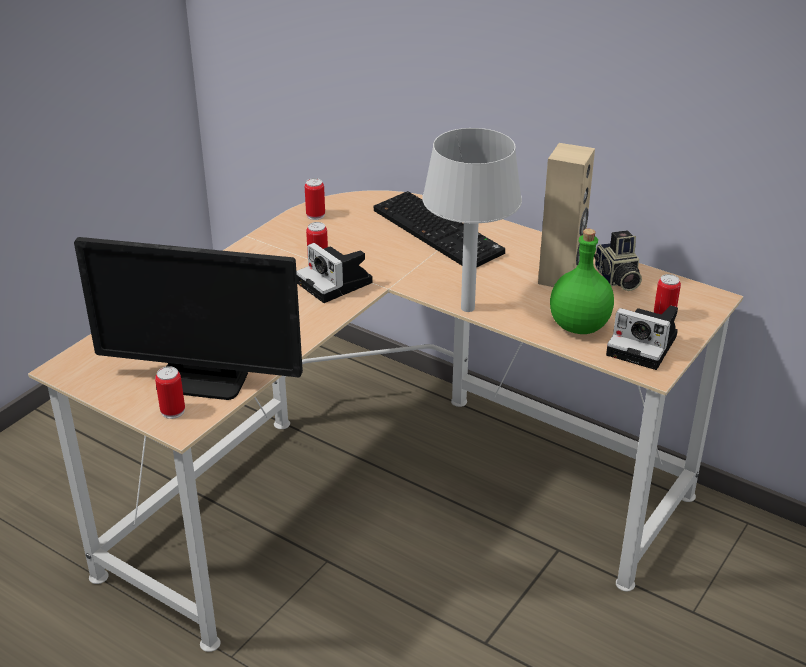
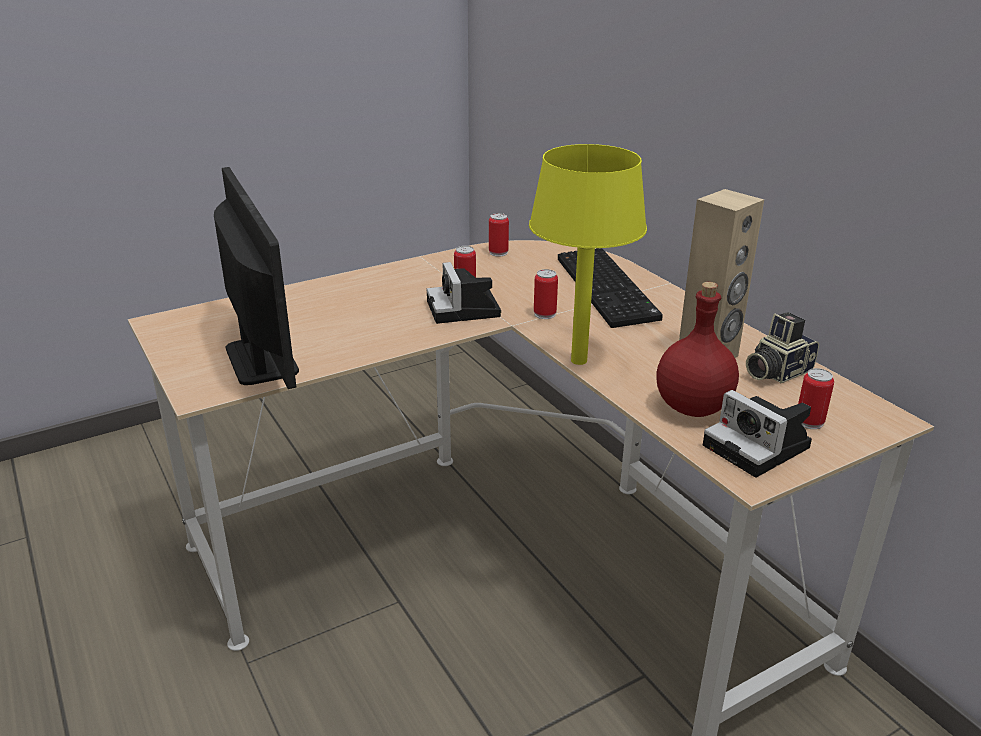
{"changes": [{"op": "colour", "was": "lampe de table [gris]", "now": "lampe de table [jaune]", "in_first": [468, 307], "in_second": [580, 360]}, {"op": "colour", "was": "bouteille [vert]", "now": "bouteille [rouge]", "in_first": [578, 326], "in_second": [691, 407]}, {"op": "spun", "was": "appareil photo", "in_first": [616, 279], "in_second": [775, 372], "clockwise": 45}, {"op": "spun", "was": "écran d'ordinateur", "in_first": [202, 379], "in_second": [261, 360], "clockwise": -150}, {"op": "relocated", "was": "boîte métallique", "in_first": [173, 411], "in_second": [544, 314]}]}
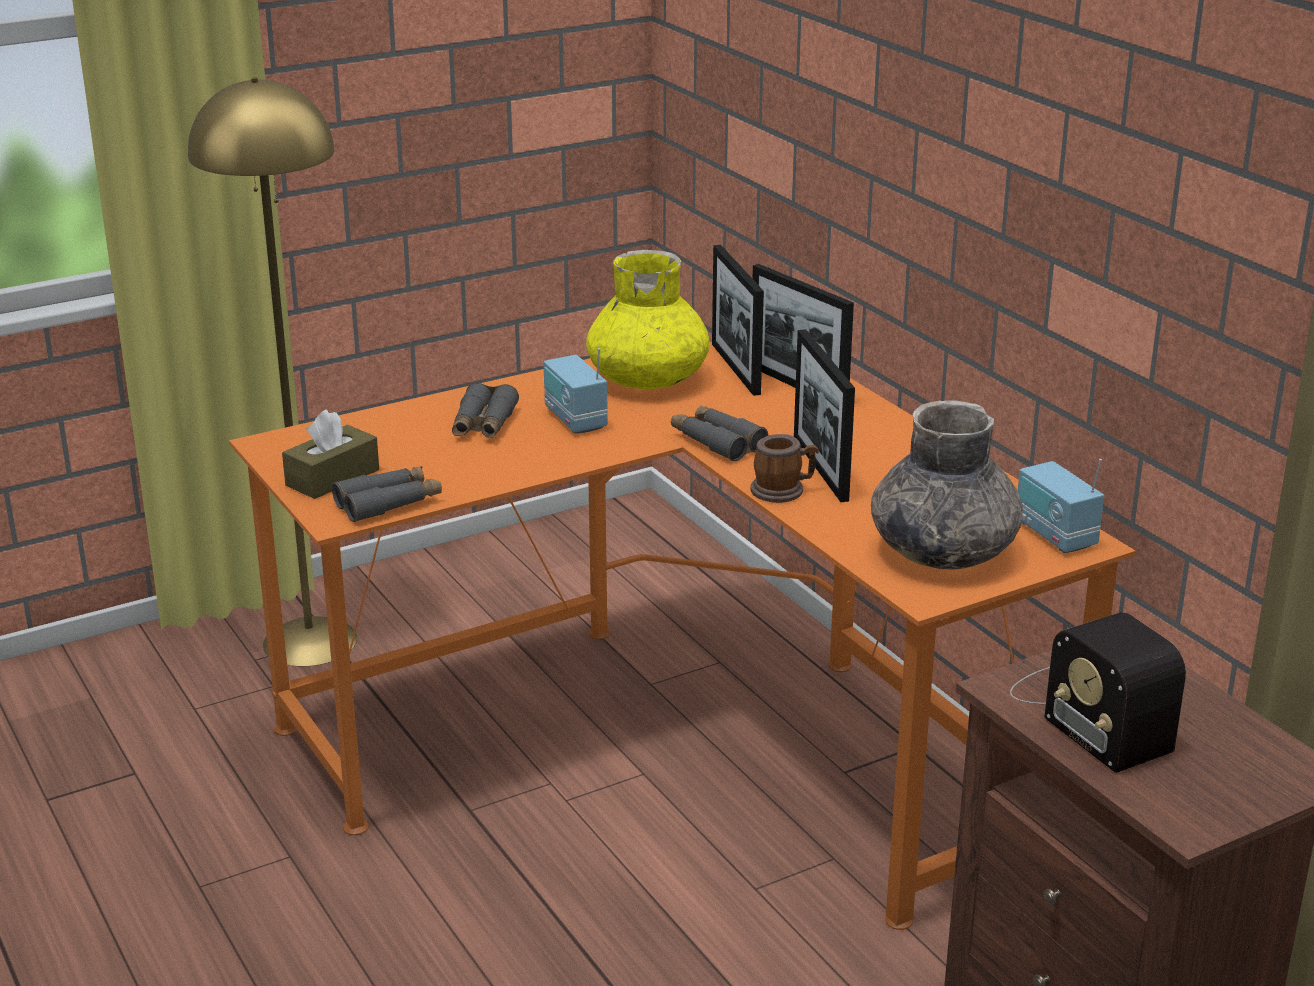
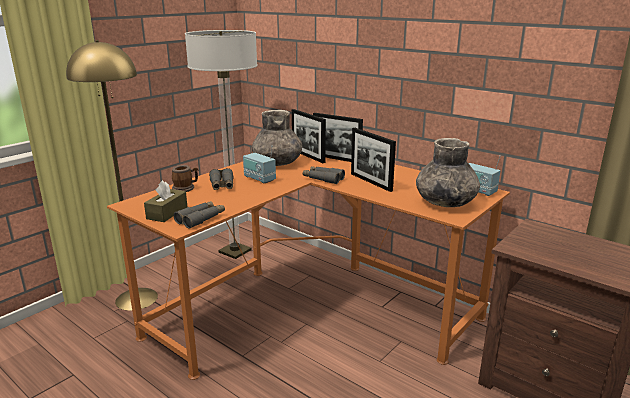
{"changes": [{"op": "colour", "was": "vase [jaune]", "now": "vase [gris]", "in_first": [648, 379], "in_second": [277, 163]}, {"op": "relocated", "was": "mug", "in_first": [783, 490], "in_second": [186, 188]}, {"op": "missing", "was": "radio", "in_first": [1088, 712]}, {"op": "appeared", "now": "lampadaire", "in_second": [235, 251]}]}
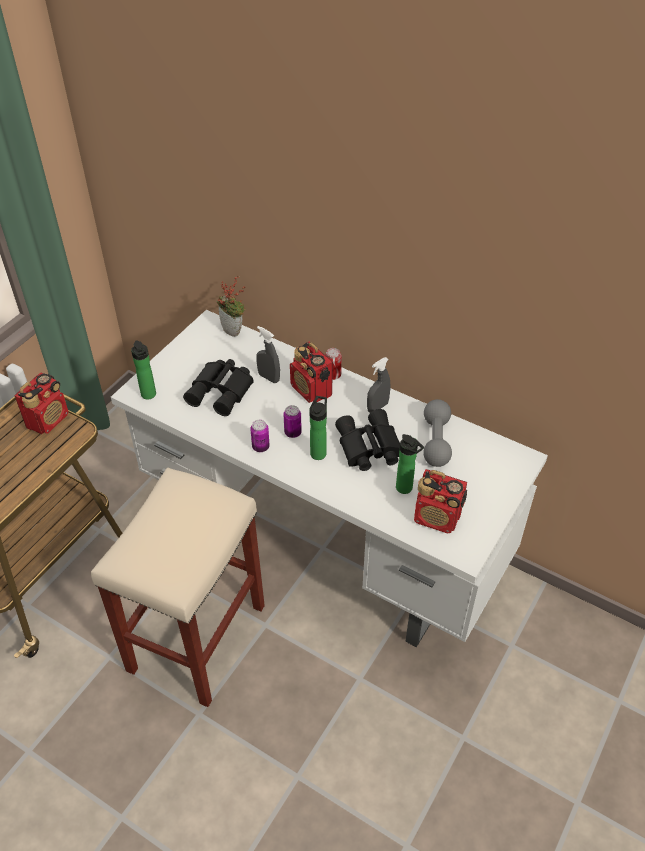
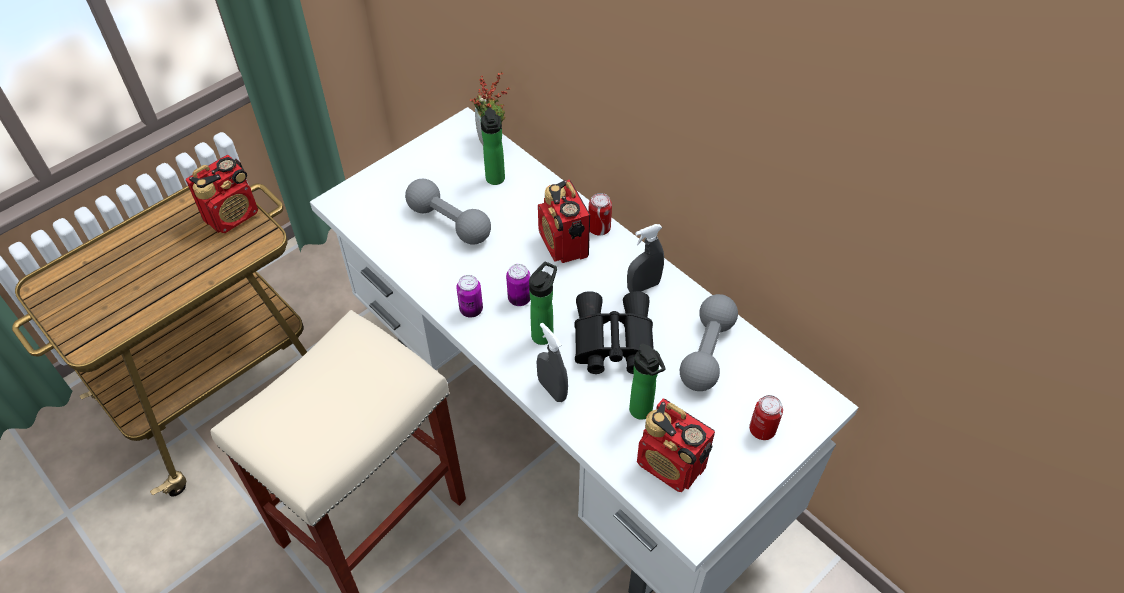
{"changes": [{"op": "relocated", "was": "vaporisateur [gris]", "in_first": [269, 377], "in_second": [552, 389]}, {"op": "relocated", "was": "bouteille", "in_first": [149, 396], "in_second": [495, 180]}, {"op": "exchanged", "was": "jumelles [noir]", "now": "haltère [gris]", "in_first": [222, 391], "in_second": [449, 222]}, {"op": "appeared", "now": "boîte métallique", "in_second": [762, 429]}]}
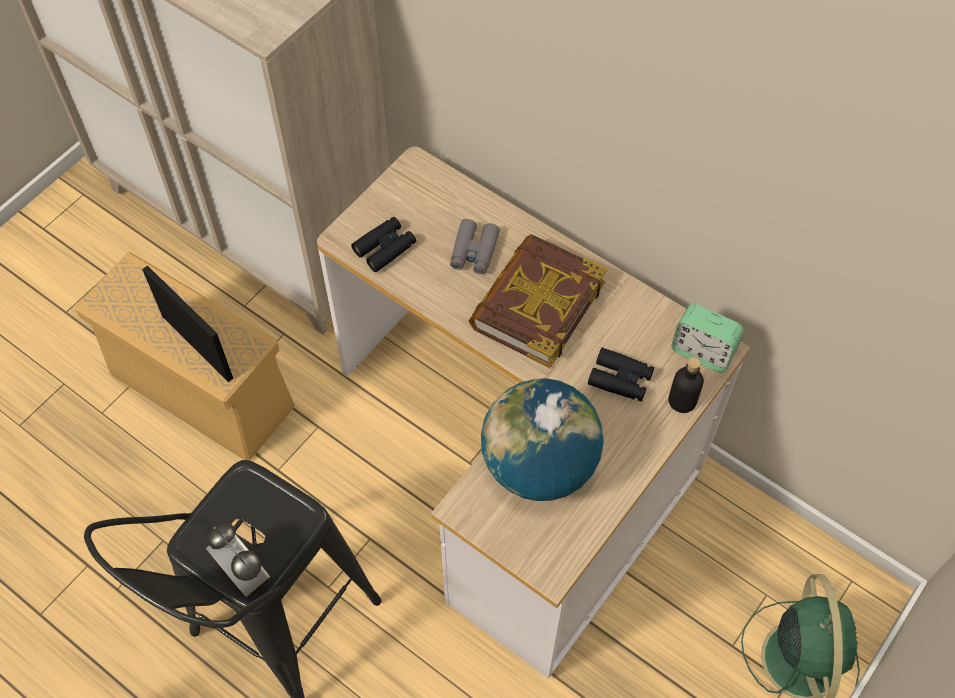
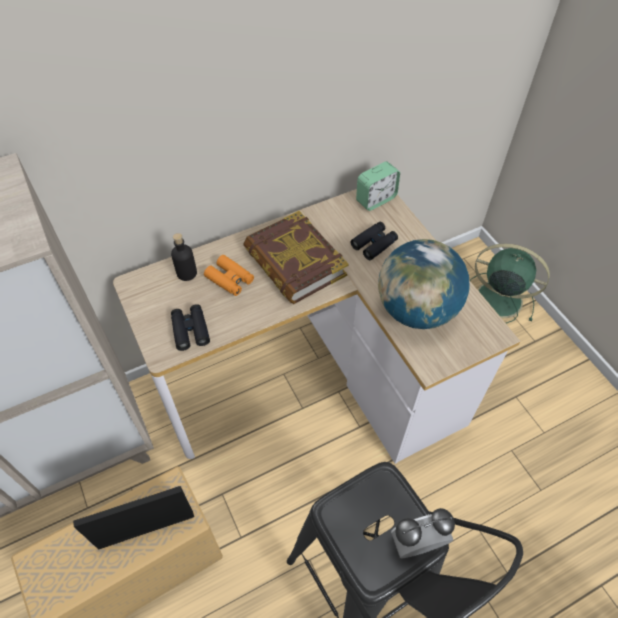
{"changes": [{"op": "colour", "was": "jumelles [gris]", "now": "jumelles [orange]", "in_first": [474, 251], "in_second": [230, 279]}, {"op": "relocated", "was": "bouteille [noir]", "in_first": [682, 400], "in_second": [186, 273]}]}
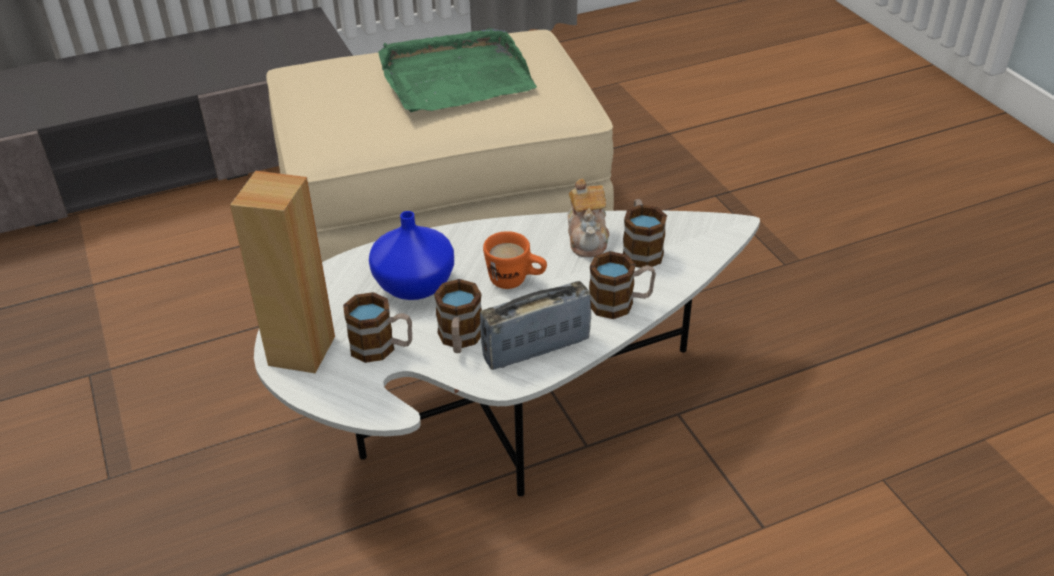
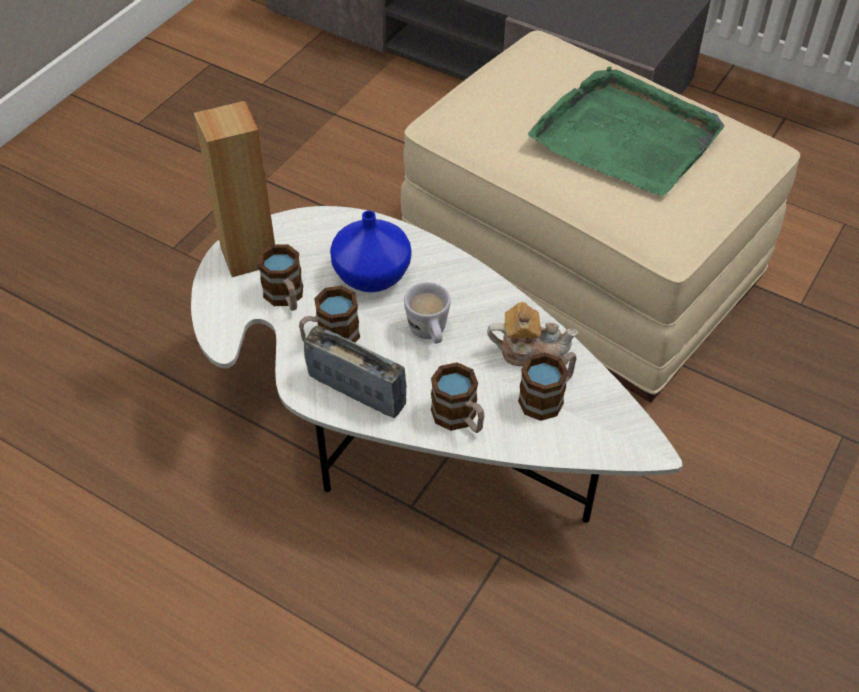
{"changes": [{"op": "spun", "was": "théière", "in_first": [588, 238], "in_second": [530, 352], "clockwise": -135}, {"op": "colour", "was": "mug [orange]", "now": "mug [blanc]", "in_first": [516, 281], "in_second": [429, 334]}]}
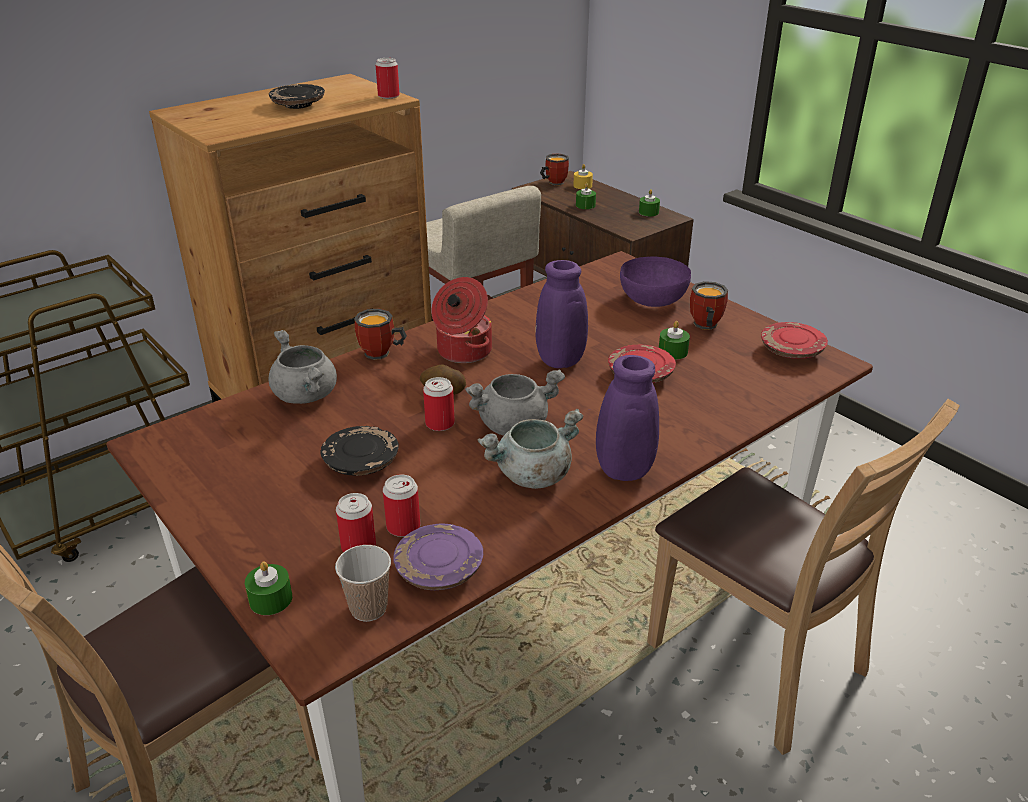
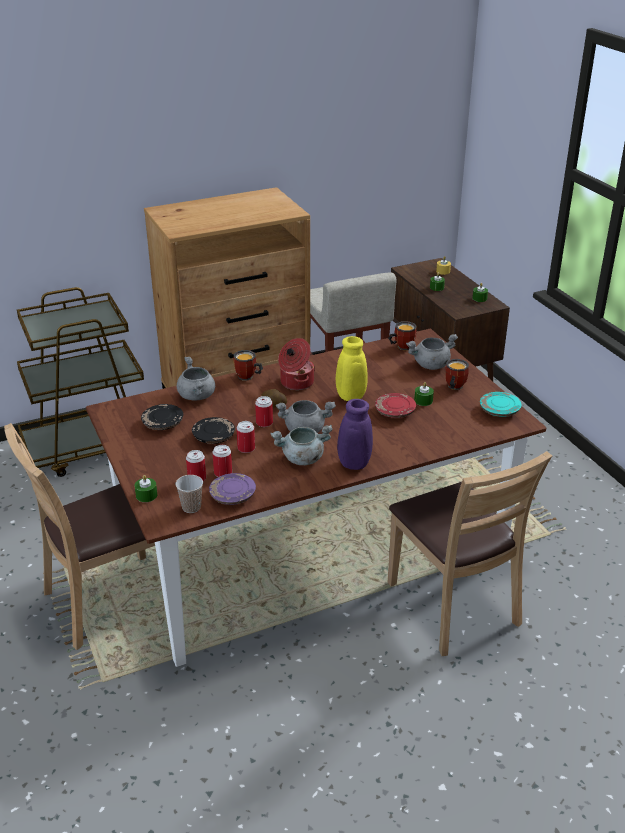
{"changes": [{"op": "relocated", "was": "boîte métallique", "in_first": [388, 96], "in_second": [246, 448]}, {"op": "relocated", "was": "assiette [noir]", "in_first": [298, 105], "in_second": [163, 424]}, {"op": "relocated", "was": "mug", "in_first": [553, 182], "in_second": [401, 346]}, {"op": "exchanged", "was": "bol [violet]", "now": "marmite [gris]", "in_first": [652, 300], "in_second": [430, 365]}, {"op": "colour", "was": "vase [violet]", "now": "vase [jaune]", "in_first": [559, 363], "in_second": [349, 398]}, {"op": "colour", "was": "assiette [rouge]", "now": "assiette [turquoise]", "in_first": [791, 351], "in_second": [499, 411]}]}
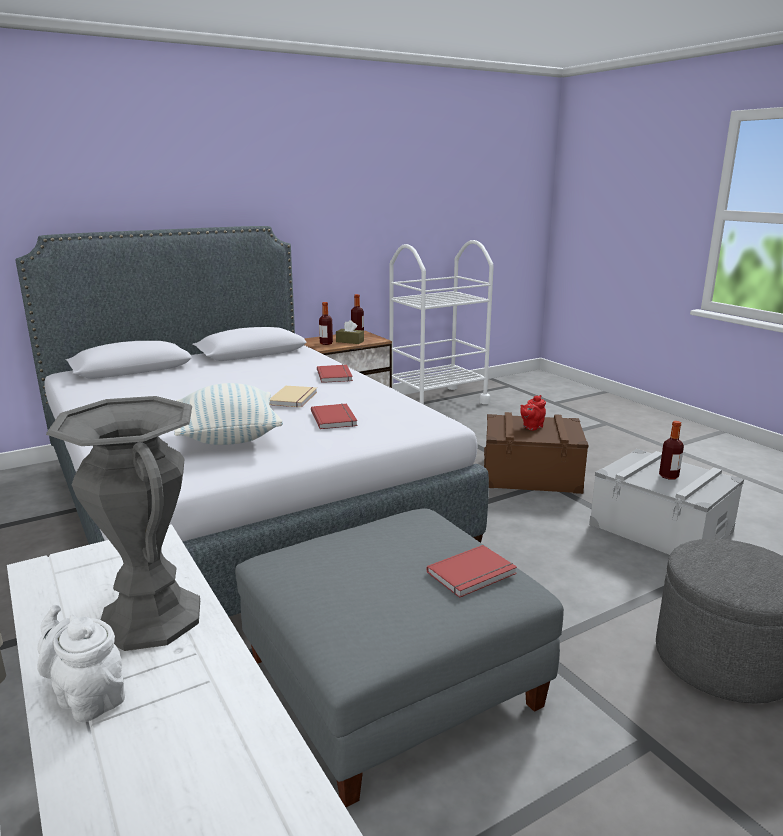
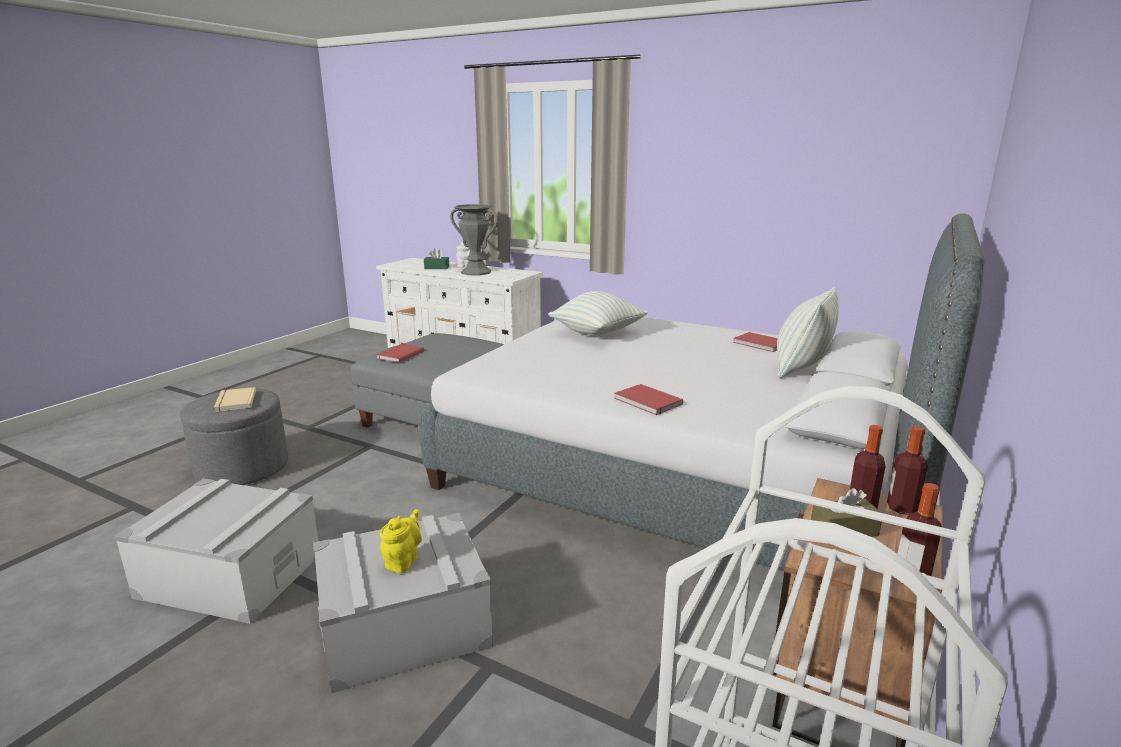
{"changes": [{"op": "relocated", "was": "livre [beige]", "in_first": [295, 398], "in_second": [234, 401]}, {"op": "colour", "was": "théière [rouge]", "now": "théière [jaune]", "in_first": [531, 427], "in_second": [403, 561]}, {"op": "relocated", "was": "livre [rouge]", "in_first": [335, 418], "in_second": [760, 344]}, {"op": "colour", "was": "boîte de rangement [marron]", "now": "boîte de rangement [gris]", "in_first": [531, 474], "in_second": [404, 627]}, {"op": "relocated", "was": "bouteille", "in_first": [668, 476], "in_second": [901, 508]}, {"op": "appeared", "now": "boîte à mouchoirs [vert]", "in_second": [437, 268]}, {"op": "appeared", "now": "coussin", "in_second": [801, 368]}]}
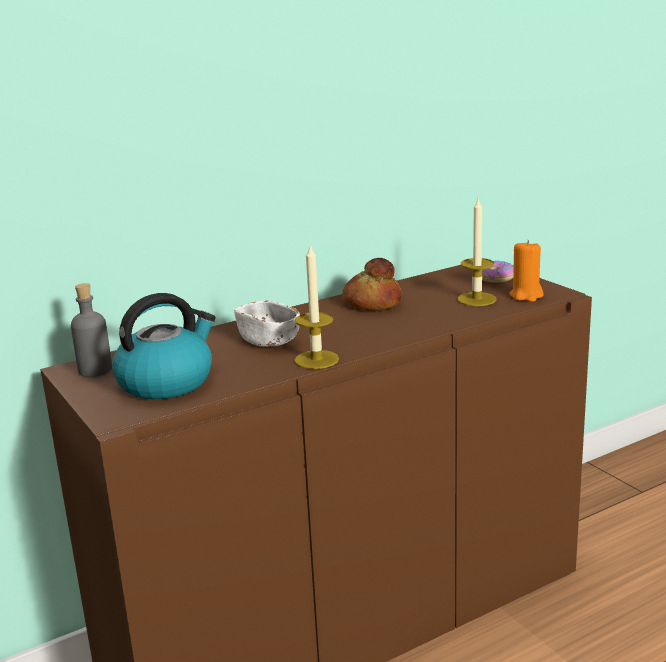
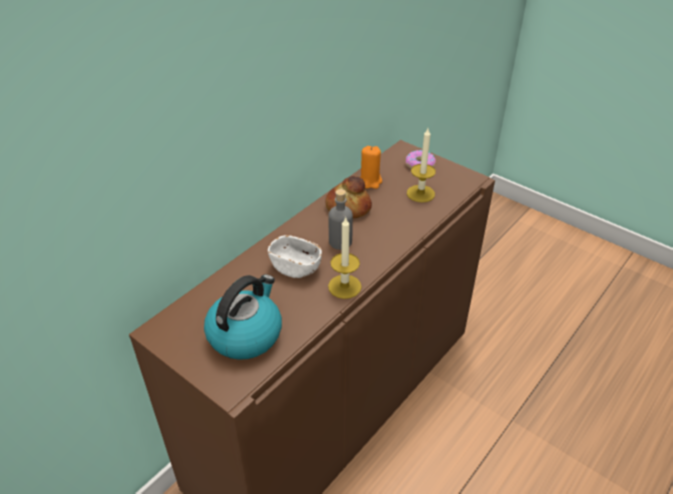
{"changes": [{"op": "relocated", "was": "bougie [orange]", "in_first": [526, 296], "in_second": [370, 181]}, {"op": "relocated", "was": "bouteille [gris]", "in_first": [95, 370], "in_second": [340, 242]}]}
